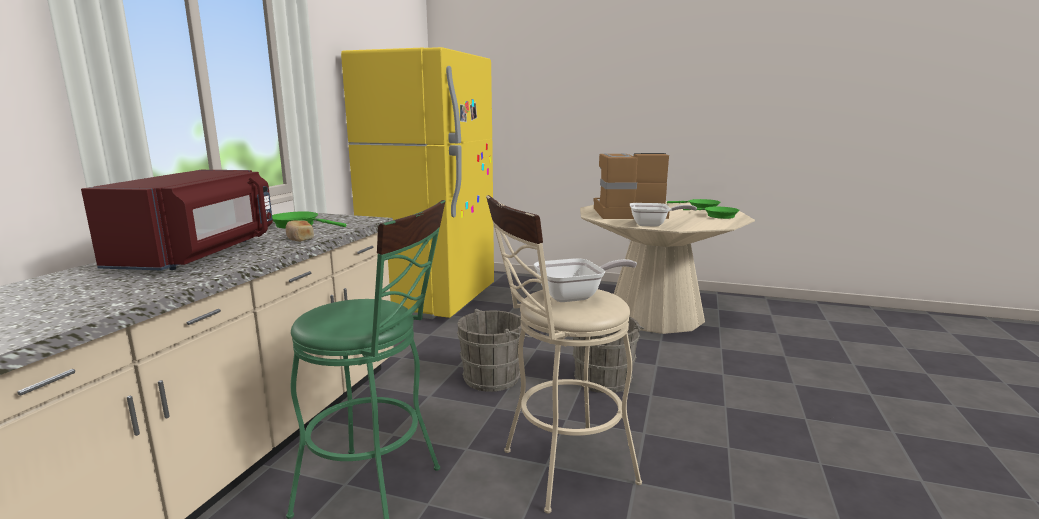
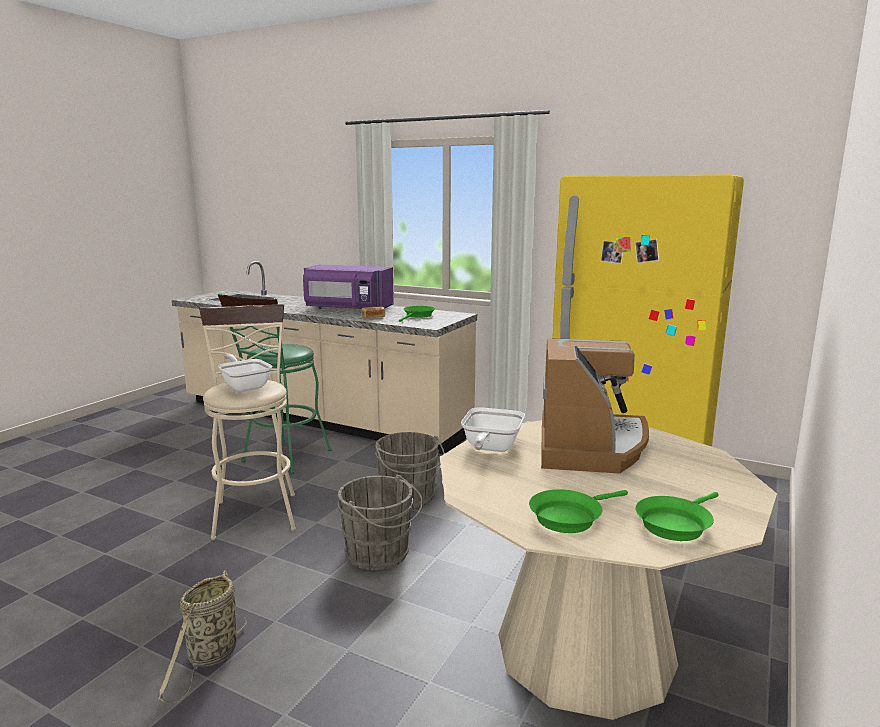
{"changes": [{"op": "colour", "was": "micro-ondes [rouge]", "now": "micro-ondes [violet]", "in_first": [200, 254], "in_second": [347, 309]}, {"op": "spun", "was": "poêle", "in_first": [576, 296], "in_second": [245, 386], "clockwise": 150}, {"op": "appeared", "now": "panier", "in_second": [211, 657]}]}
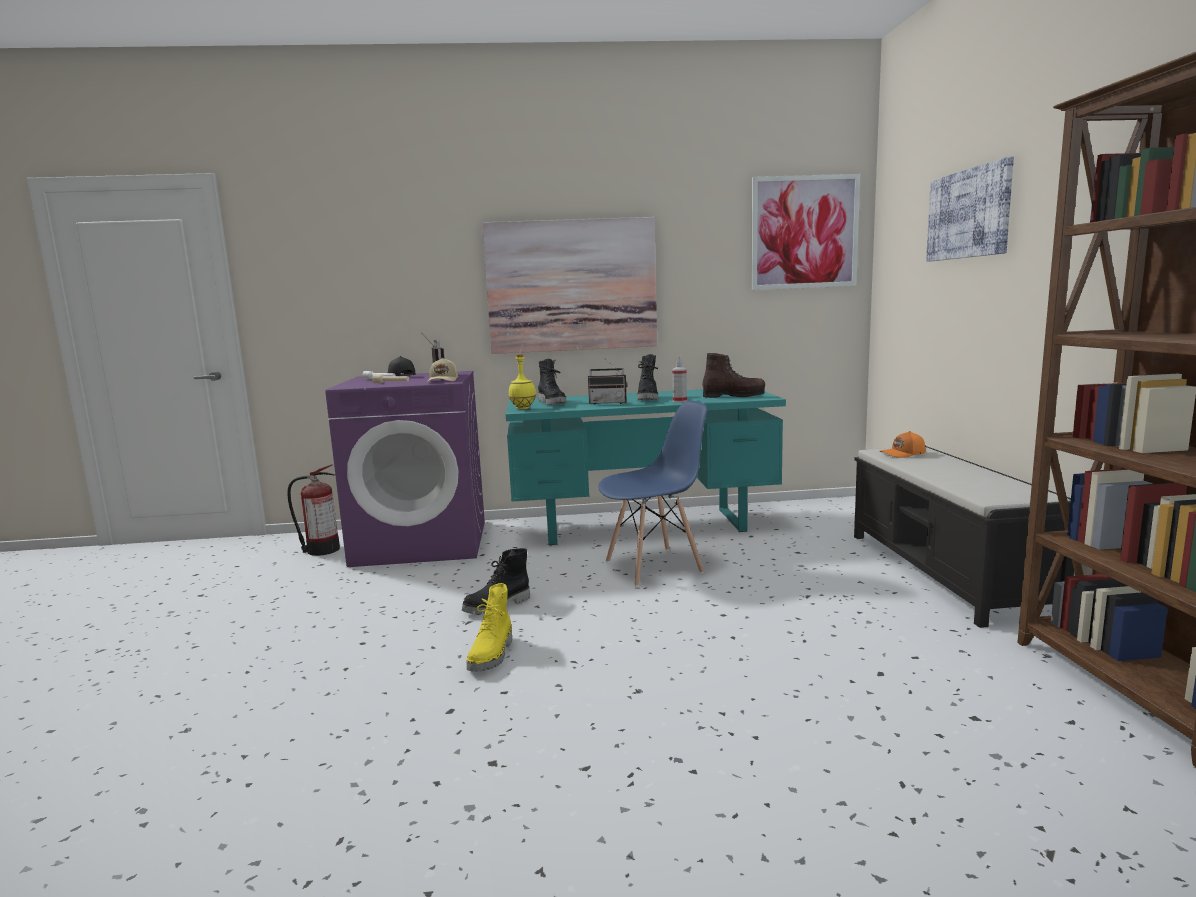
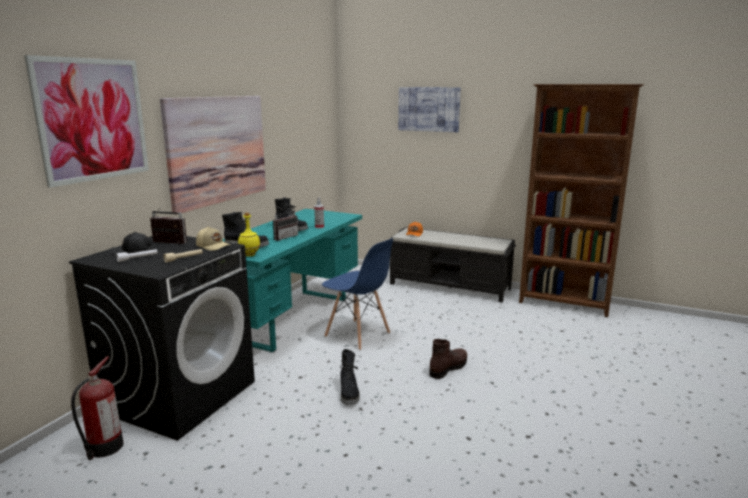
{"changes": [{"op": "relocated", "was": "tableau", "in_first": [804, 232], "in_second": [92, 120]}, {"op": "relocated", "was": "botte [marron]", "in_first": [734, 396], "in_second": [448, 368]}, {"op": "colour", "was": "lave-linge [violet]", "now": "lave-linge [noir]", "in_first": [422, 542], "in_second": [179, 395]}, {"op": "spun", "was": "chaise [bleu]", "in_first": [654, 567], "in_second": [357, 335], "clockwise": 120}, {"op": "missing", "was": "botte [jaune]", "in_first": [492, 655]}]}
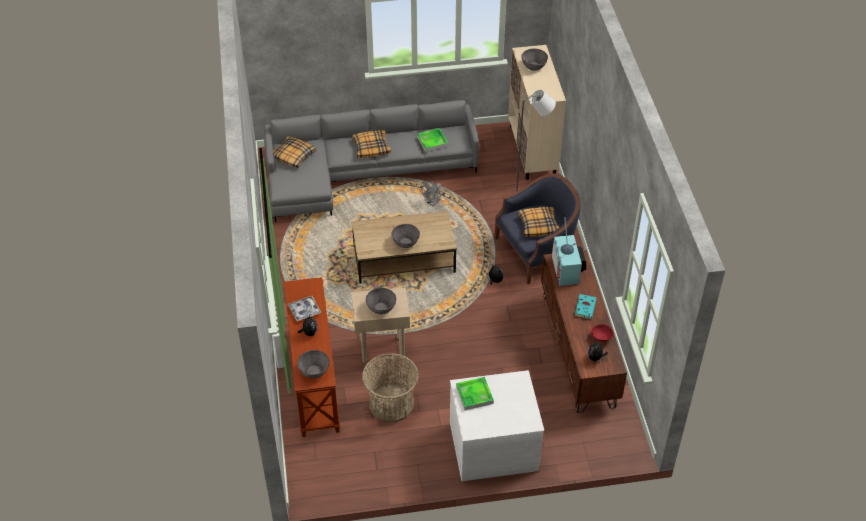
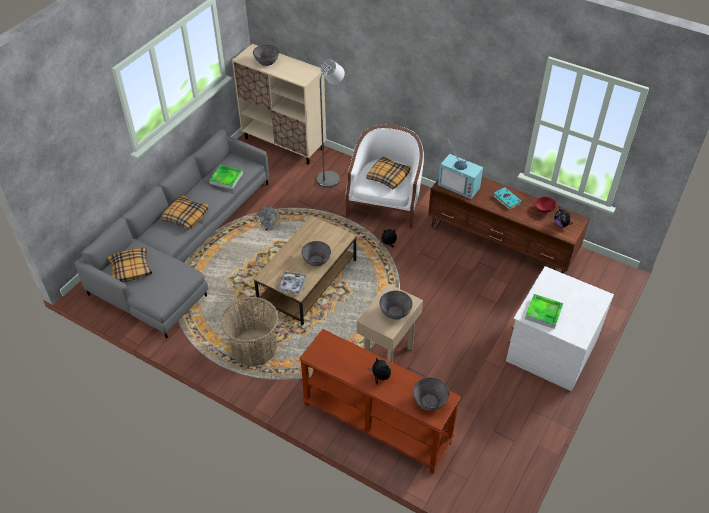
{"changes": [{"op": "colour", "was": "fauteuil [bleu]", "now": "fauteuil [blanc]", "in_first": [536, 252], "in_second": [385, 204]}, {"op": "relocated", "was": "plateau", "in_first": [304, 310], "in_second": [292, 285]}, {"op": "relocated", "was": "panier", "in_first": [391, 403], "in_second": [254, 347]}]}
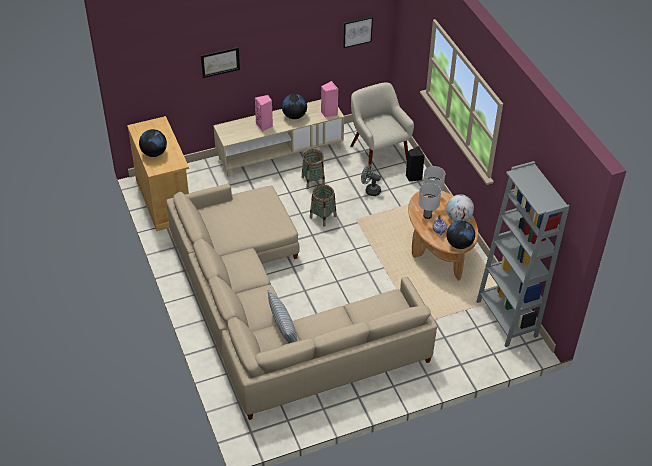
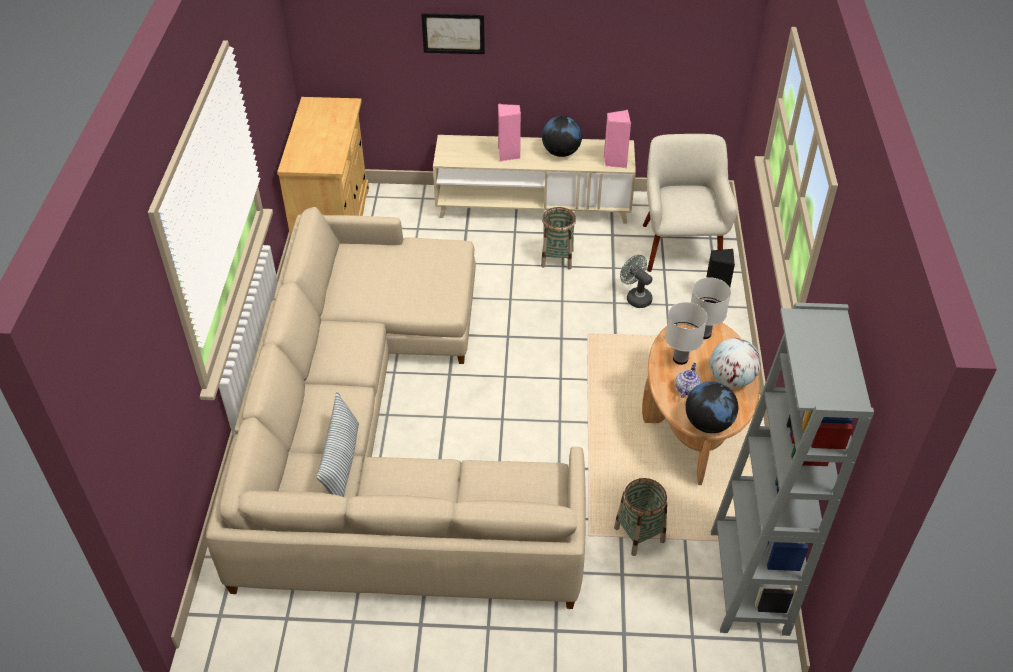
{"changes": [{"op": "missing", "was": "tableau", "in_first": [357, 31]}, {"op": "missing", "was": "globe", "in_first": [154, 153]}, {"op": "relocated", "was": "panier", "in_first": [323, 217], "in_second": [639, 534]}]}
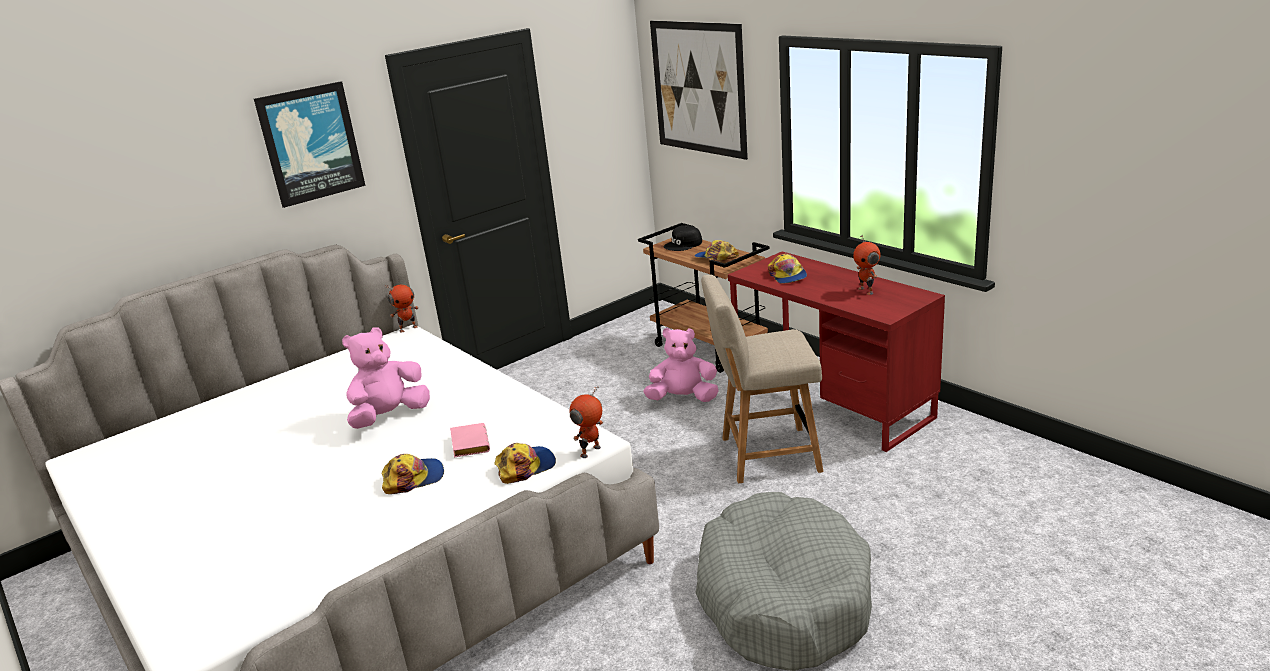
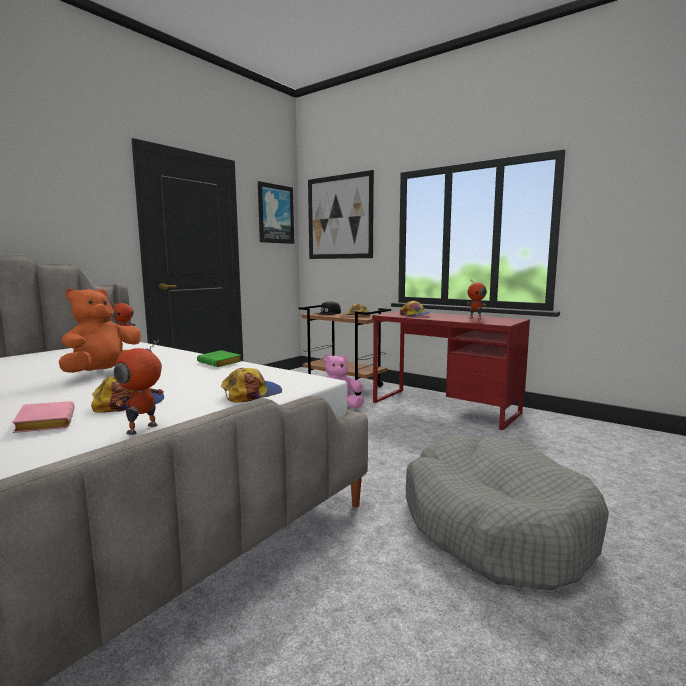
{"changes": [{"op": "relocated", "was": "tableau", "in_first": [311, 143], "in_second": [275, 214]}, {"op": "missing", "was": "chaise [beige]", "in_first": [764, 455]}, {"op": "colour", "was": "peluche [rose]", "now": "peluche [orange]", "in_first": [389, 416], "in_second": [104, 373]}, {"op": "relocated", "was": "robot jouet", "in_first": [591, 452], "in_second": [143, 429]}, {"op": "relocated", "was": "livre [rose]", "in_first": [468, 444], "in_second": [44, 422]}, {"op": "appeared", "now": "livre [vert]", "in_second": [221, 363]}]}
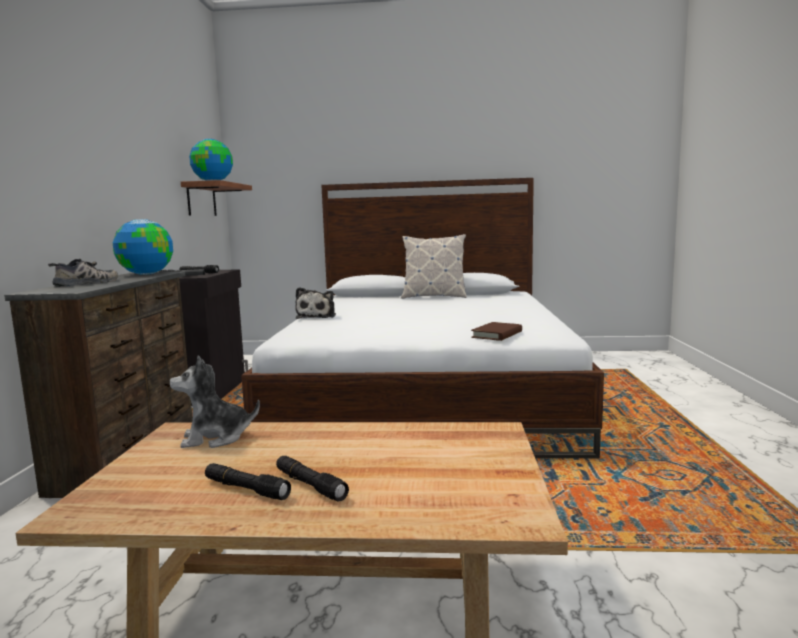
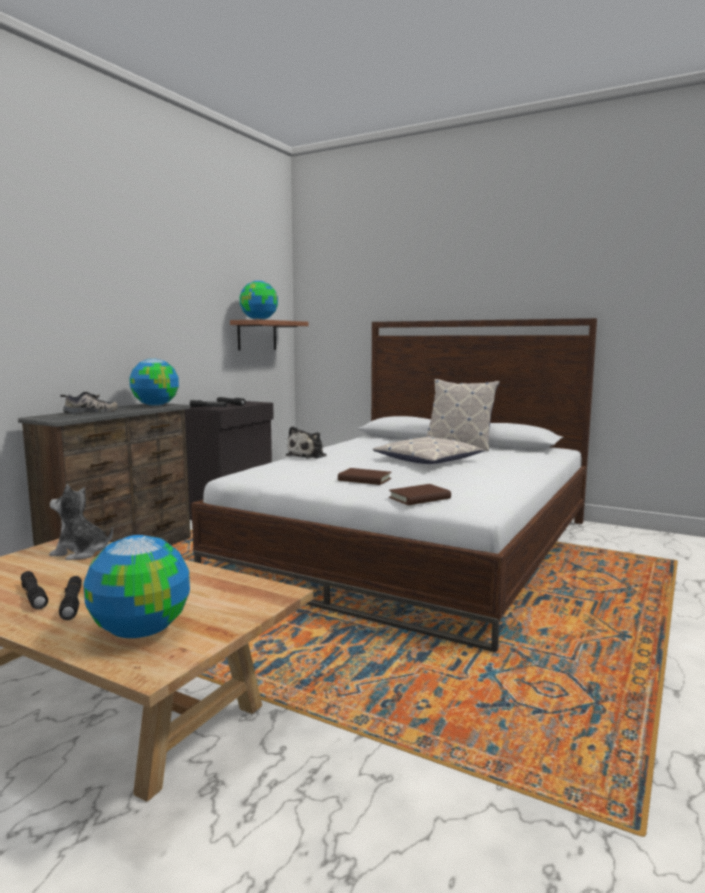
{"changes": [{"op": "appeared", "now": "coussin", "in_second": [428, 460]}, {"op": "appeared", "now": "livre [marron]", "in_second": [364, 480]}, {"op": "appeared", "now": "globe", "in_second": [140, 631]}]}
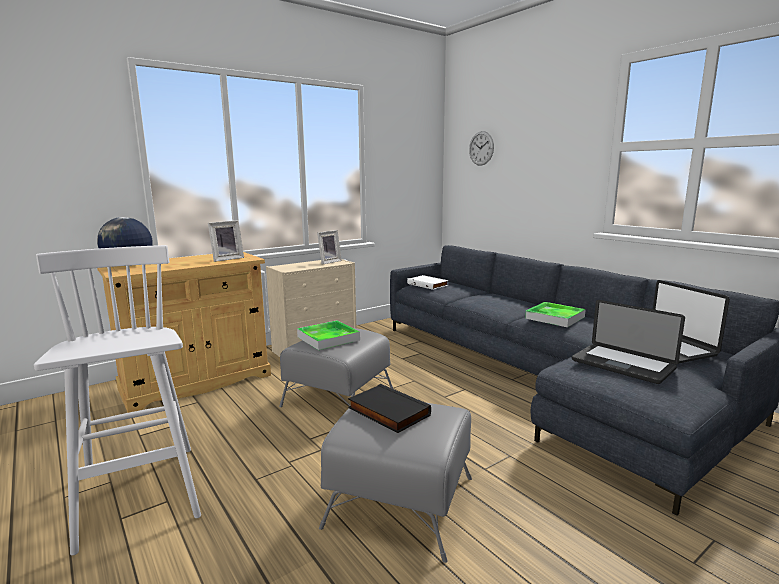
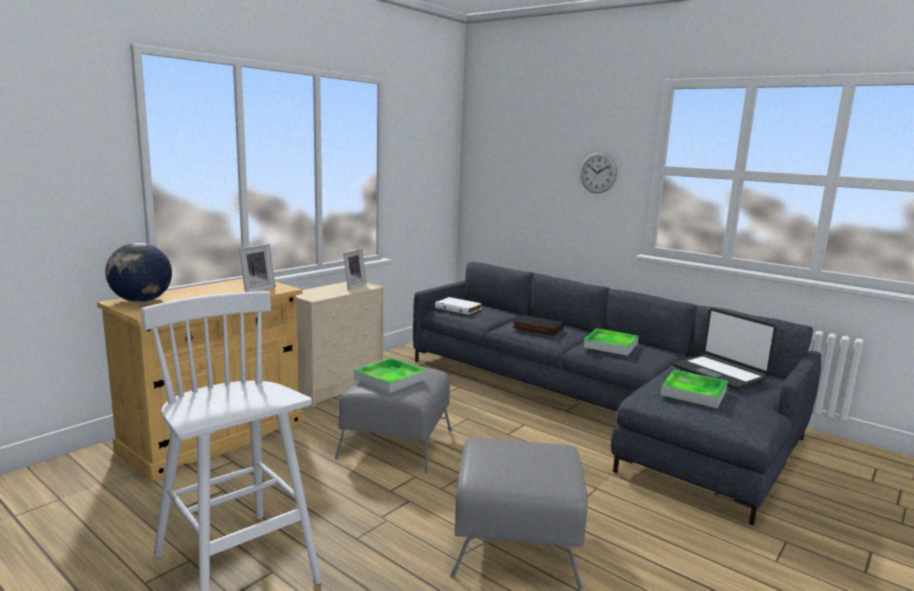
{"changes": [{"op": "relocated", "was": "horloge murale", "in_first": [481, 148], "in_second": [598, 173]}, {"op": "exchanged", "was": "ordinateur portable", "now": "plateau", "in_first": [622, 365], "in_second": [693, 392]}, {"op": "relocated", "was": "livre [noir]", "in_first": [387, 412], "in_second": [537, 328]}]}
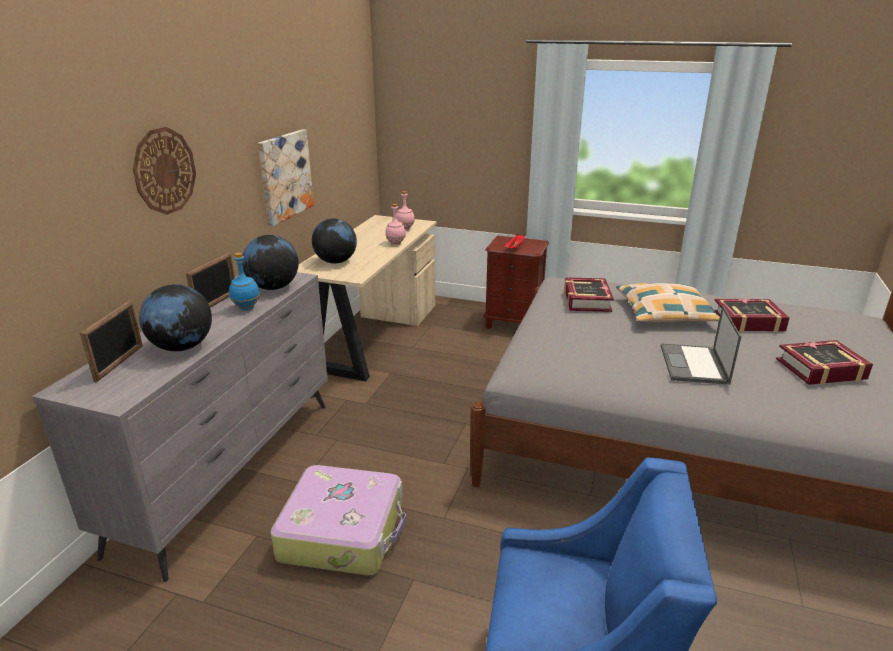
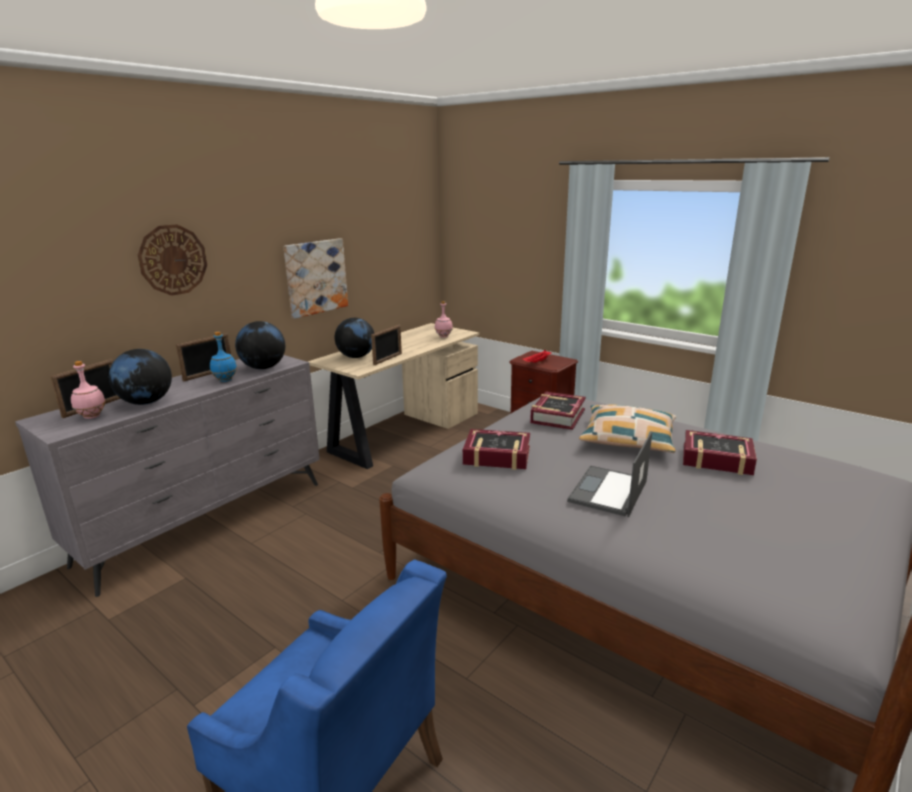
{"changes": [{"op": "relocated", "was": "bouteille [rose]", "in_first": [395, 244], "in_second": [91, 416]}, {"op": "relocated", "was": "livre", "in_first": [821, 369], "in_second": [497, 456]}, {"op": "missing", "was": "valise", "in_first": [343, 531]}, {"op": "appeared", "now": "cadre photo", "in_second": [388, 359]}]}
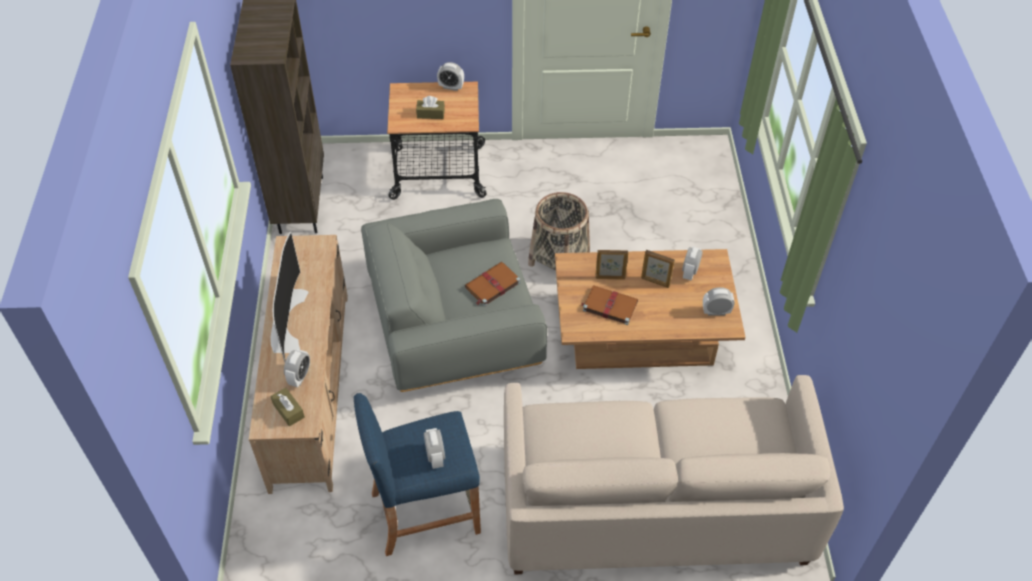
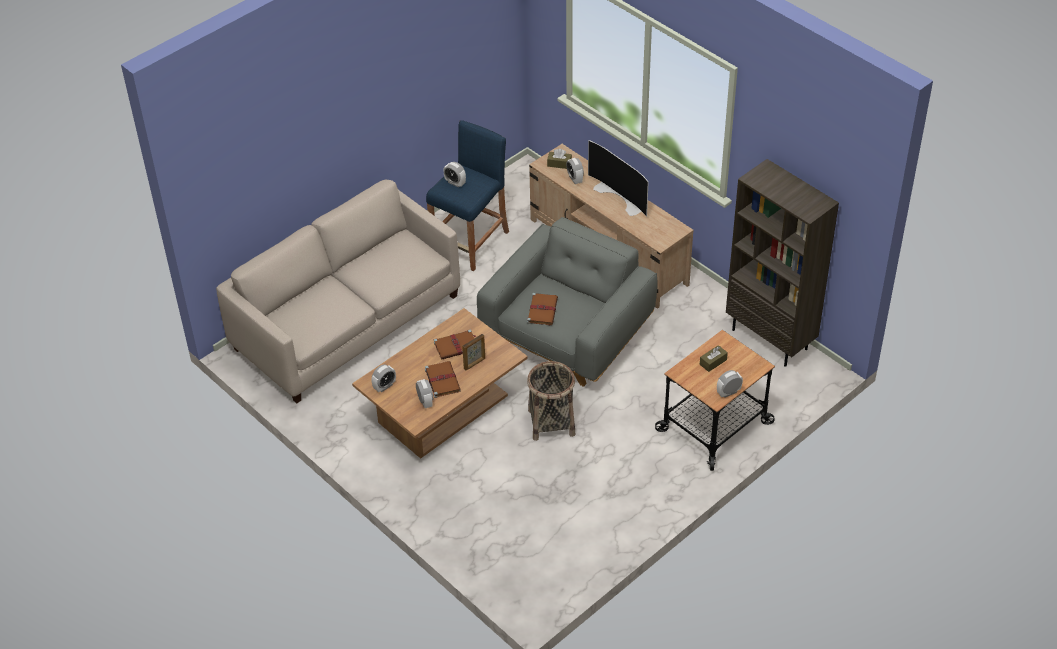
{"changes": [{"op": "exchanged", "was": "cadre photo", "now": "livre [marron]", "in_first": [655, 282], "in_second": [442, 380]}]}
